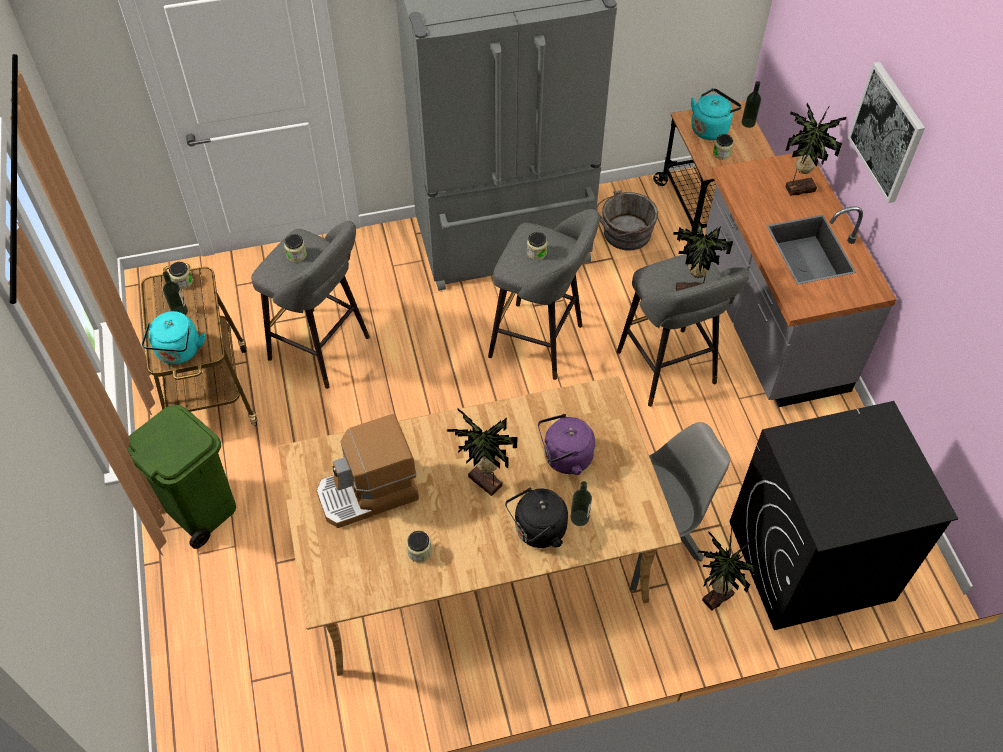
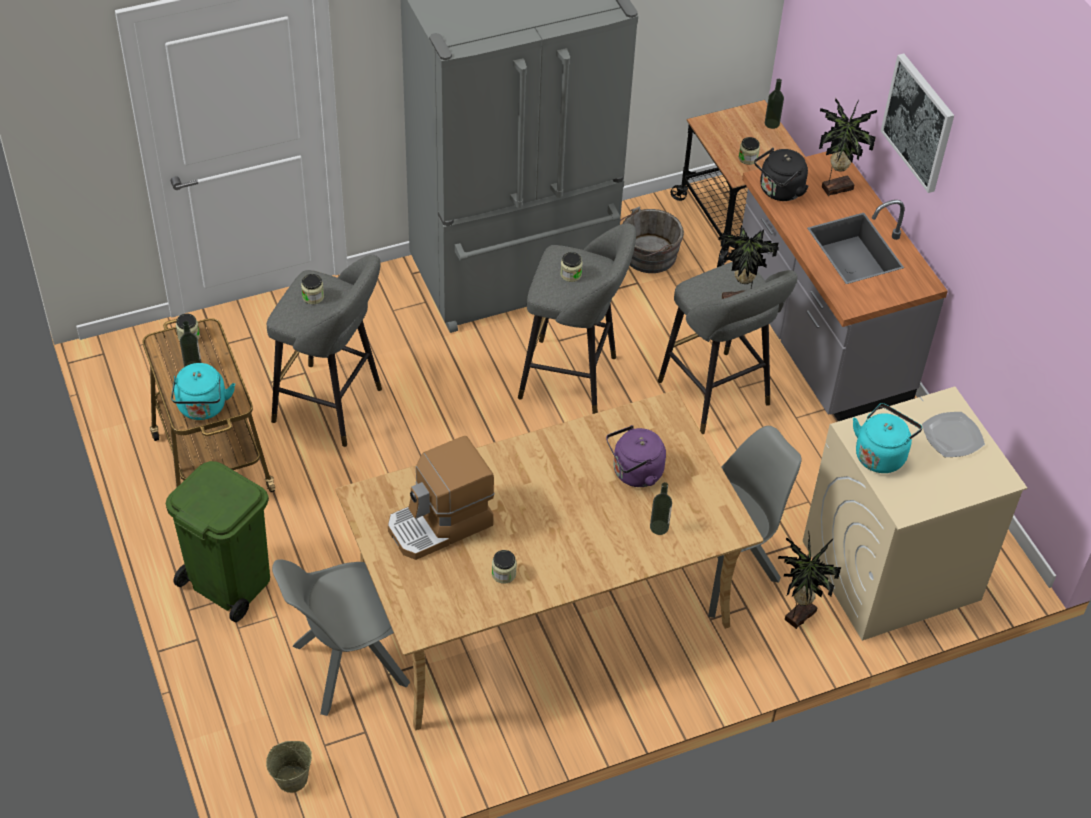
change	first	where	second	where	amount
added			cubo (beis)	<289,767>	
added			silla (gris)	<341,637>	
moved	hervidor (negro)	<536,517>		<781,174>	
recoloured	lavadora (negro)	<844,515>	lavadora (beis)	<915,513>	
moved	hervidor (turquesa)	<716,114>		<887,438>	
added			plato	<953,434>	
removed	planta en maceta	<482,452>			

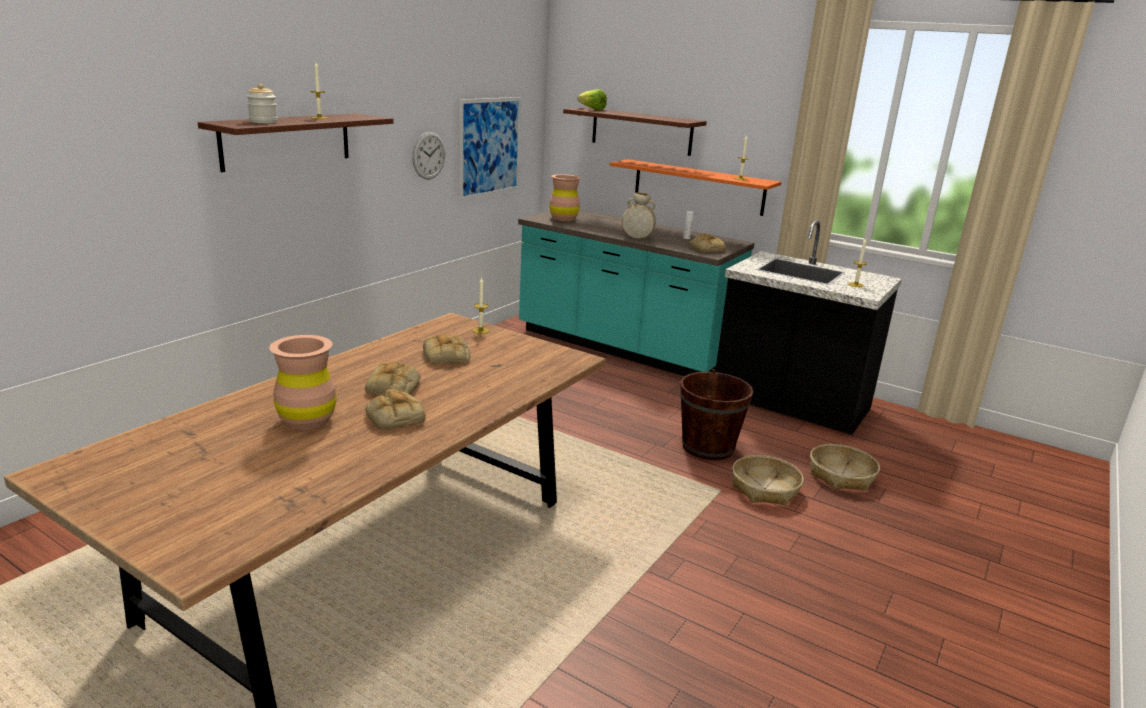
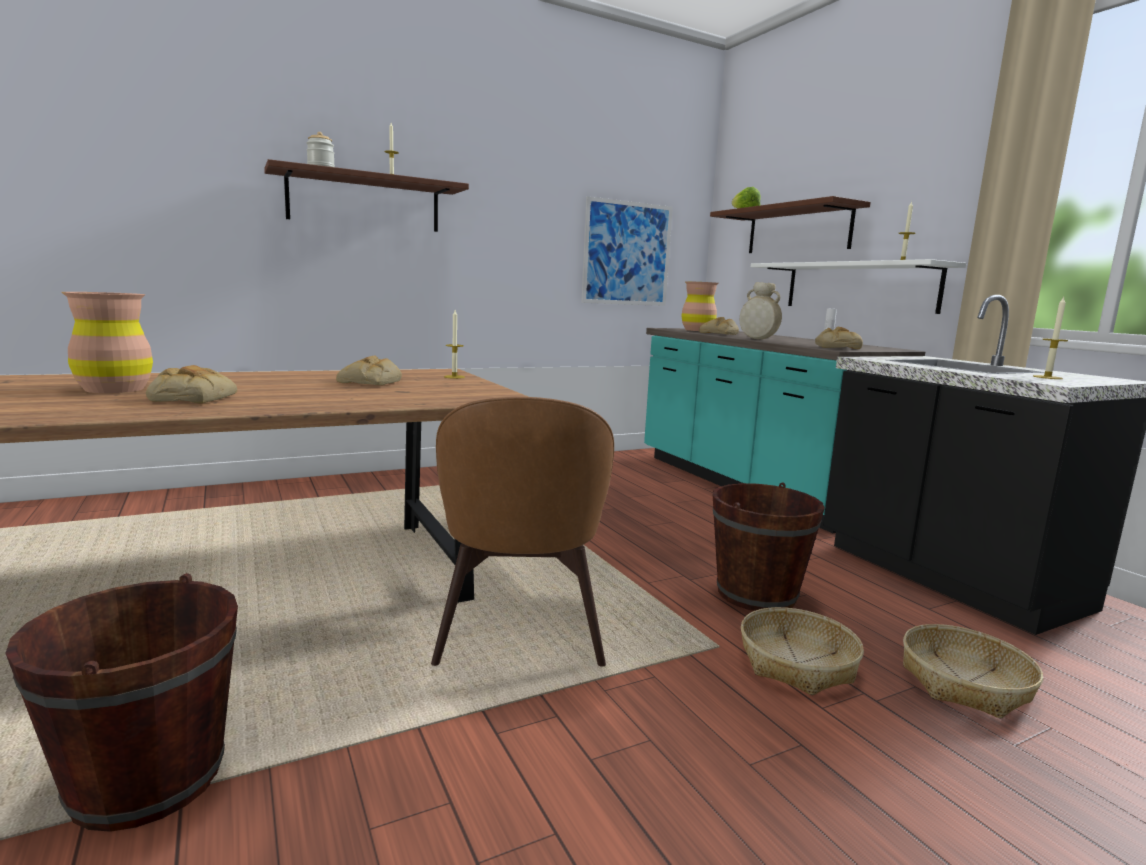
change	first	where	second	where	amount
added			cubo (marrón)	<121,702>	
added			silla (marrón)	<522,532>	
moved	pan	<392,378>		<719,326>	
recoloured	estante (naranja)	<695,187>	estante (blanco)	<858,286>	
removed	reloj de pared	<428,155>			

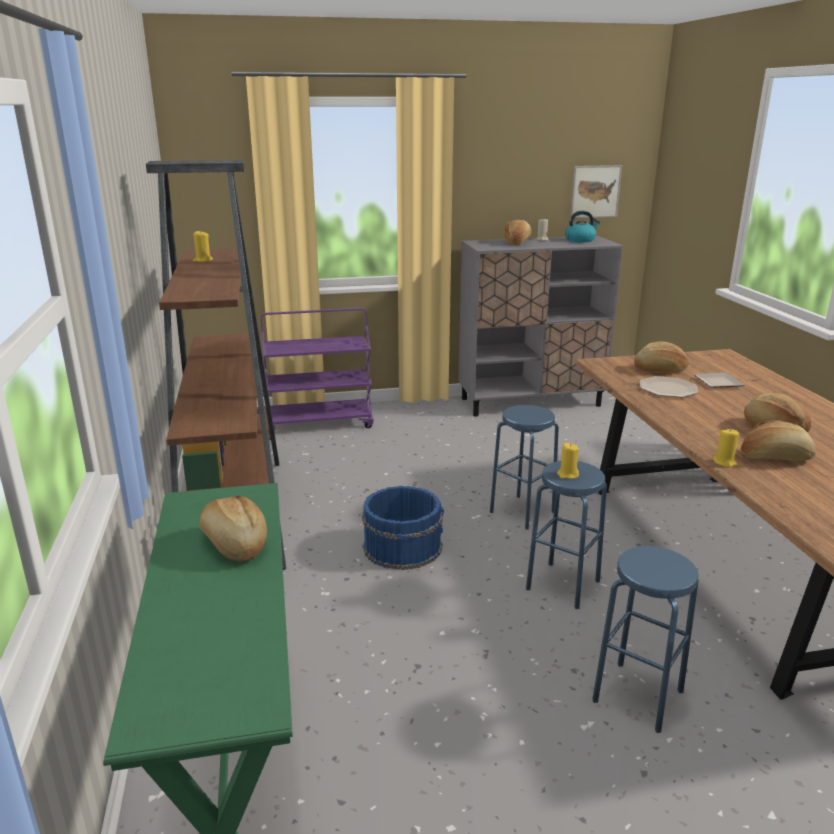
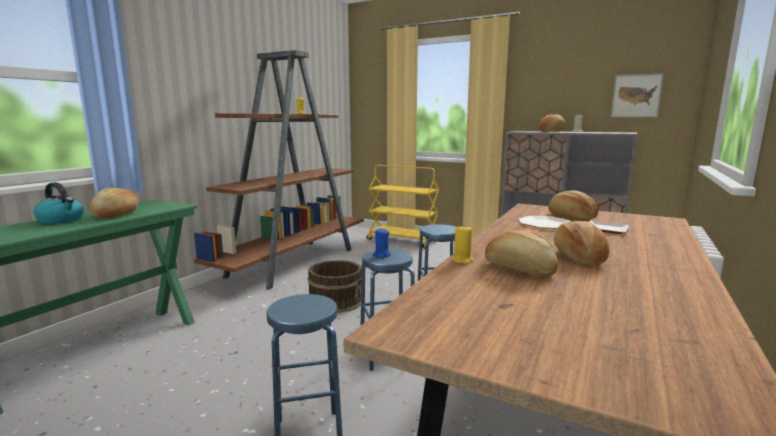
change	first	where	second	where	amount
moved	hervidor	<582,226>		<59,203>	
recoloured	cubo (azul)	<403,528>	cubo (marrón)	<334,286>	
recoloured	carrito (morado)	<317,370>	carrito (amarillo)	<403,206>	
recoloured	vela (amarillo)	<568,461>	vela (azul)	<382,243>	

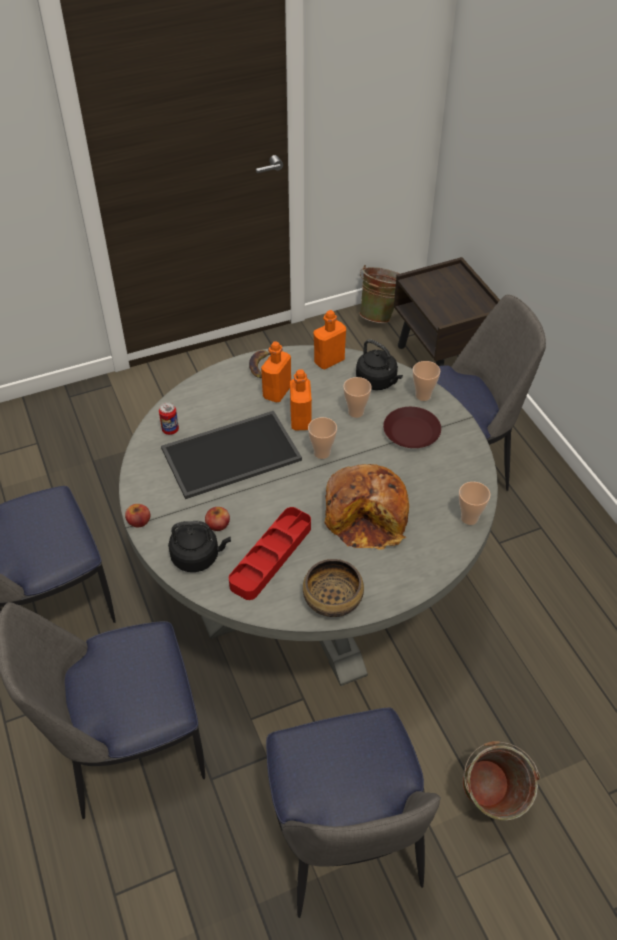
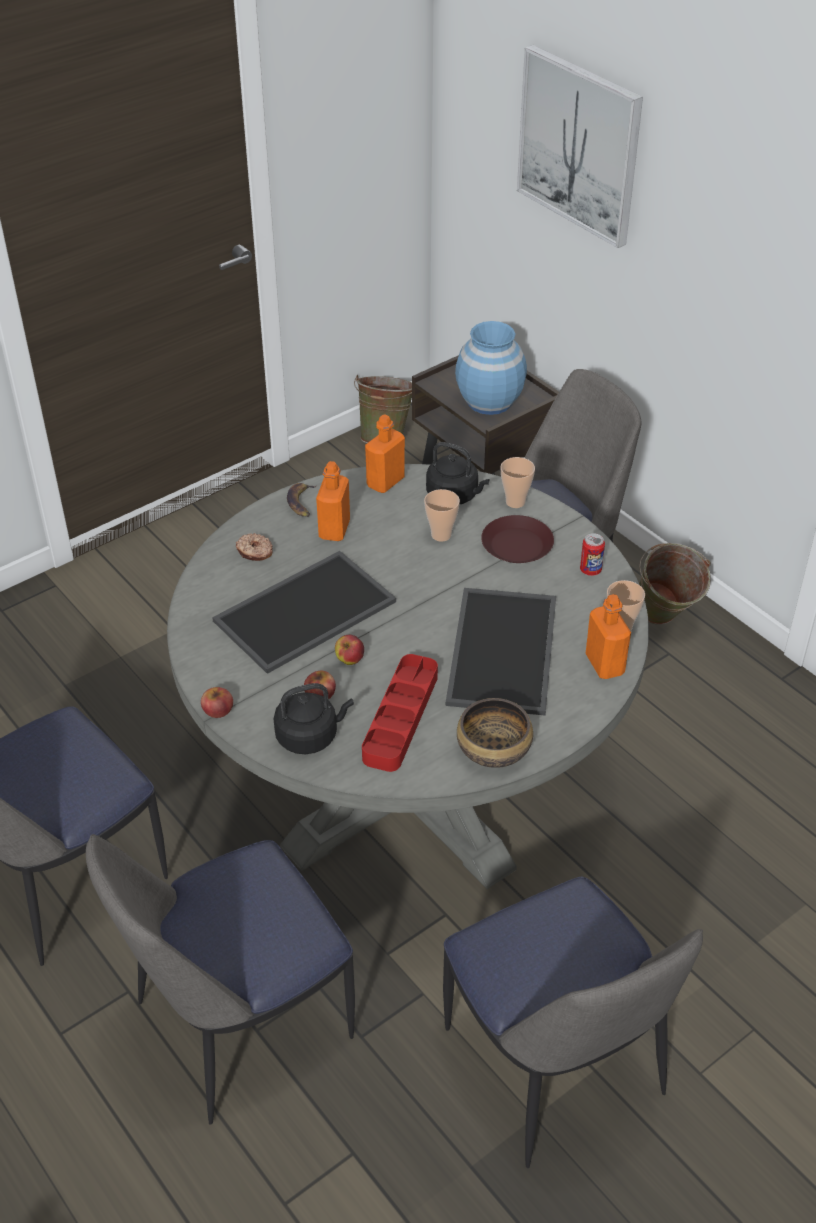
change	first	where	second	where	amount
added			rosquilla	<254,547>	
added			manzana	<349,650>	
replaced	pan	<366,507>	bandeja	<501,652>	
added			florero (azul)	<491,368>	
added			cuadro	<580,146>	
moved	lata	<169,418>		<592,554>	
moved	botella (naranja)	<301,400>		<608,636>	
moved	cubo (verde)	<501,781>		<675,584>	
removed	taza	<322,438>			

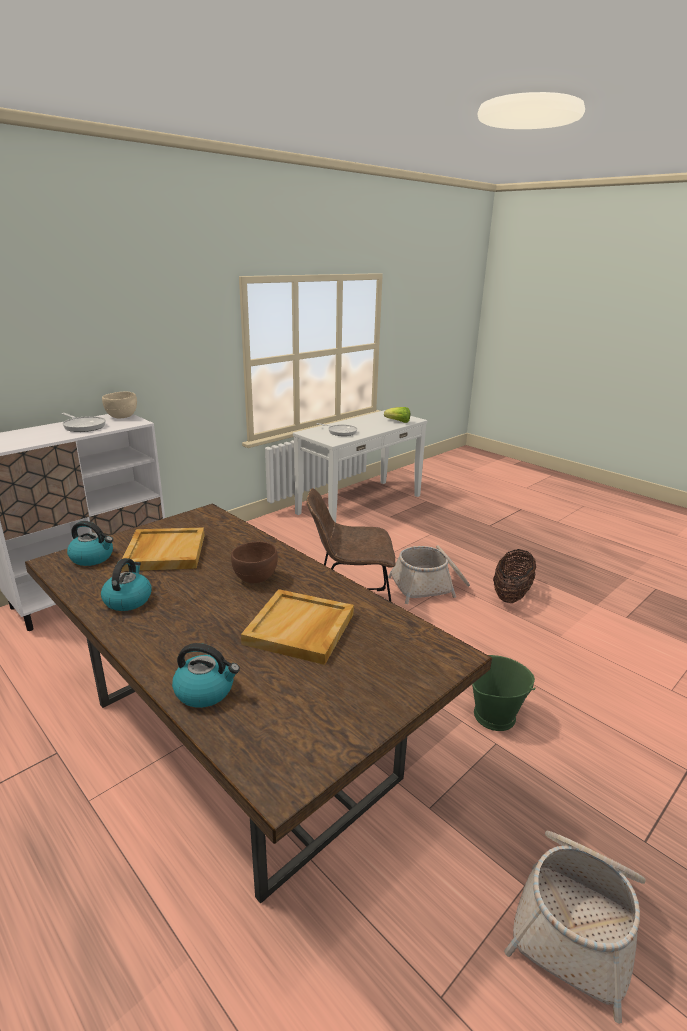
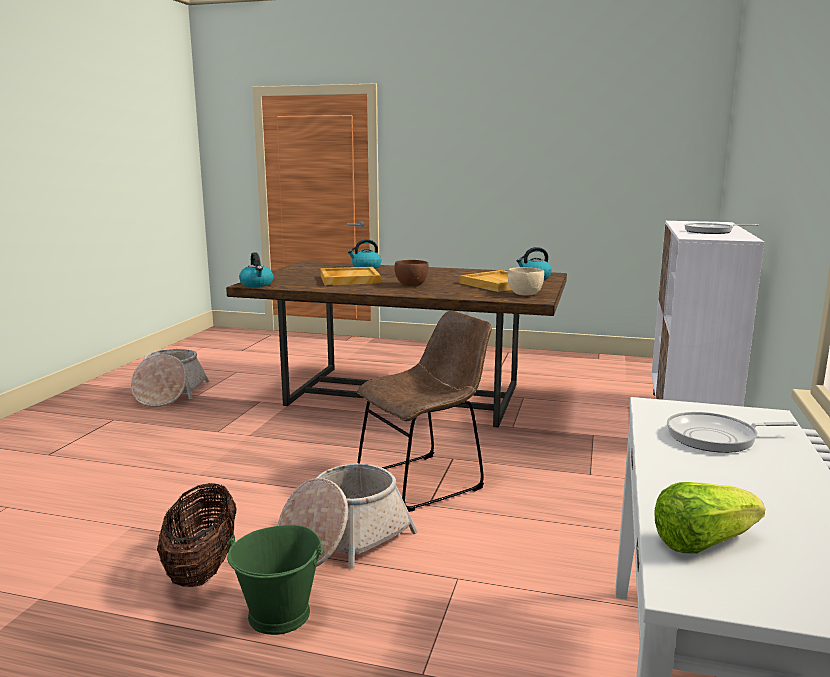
change	first	where	second	where	amount
moved	cubo (verde)	<503,693>		<275,580>	
moved	hervidor	<126,584>		<256,269>	
moved	cuenco (beis)	<119,405>		<526,281>	

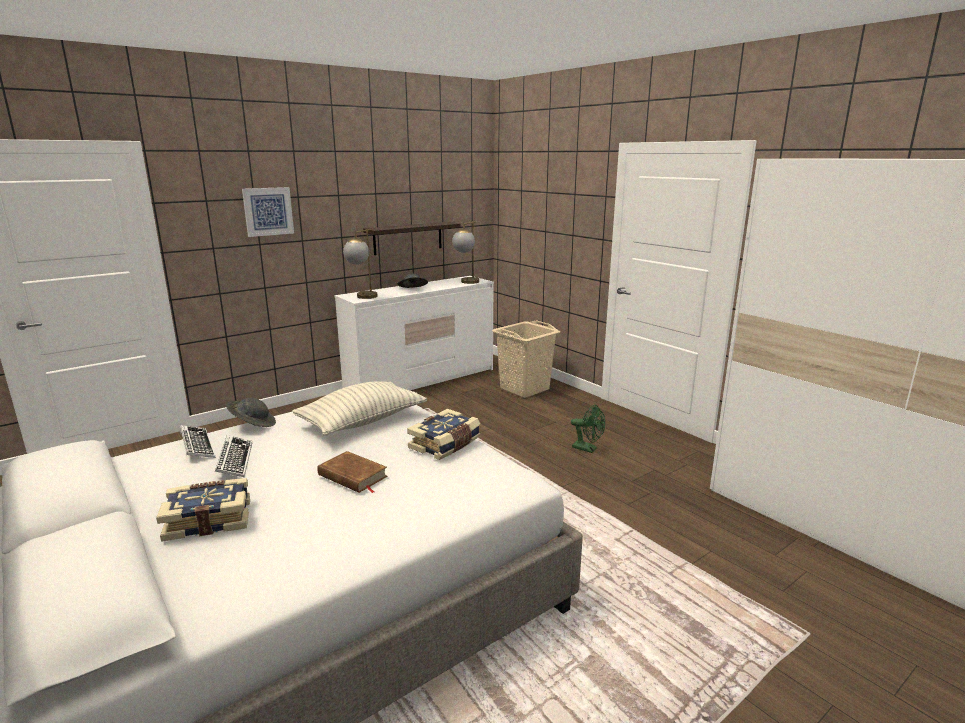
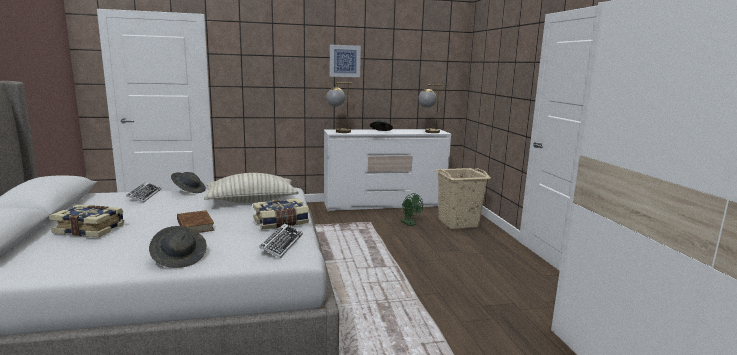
change	first	where	second	where	amount
added			sombrero (gris)	<178,247>	
moved	teclado	<233,456>		<281,240>	
moved	cuadro	<268,212>		<345,61>	
moved	ventilador (verde)	<588,429>		<412,209>	
removed	estante	<412,238>			

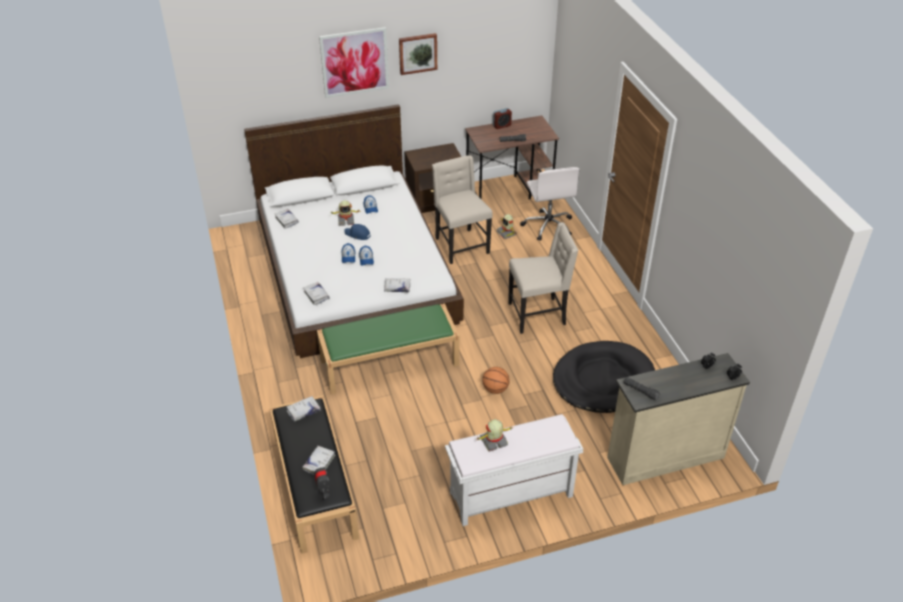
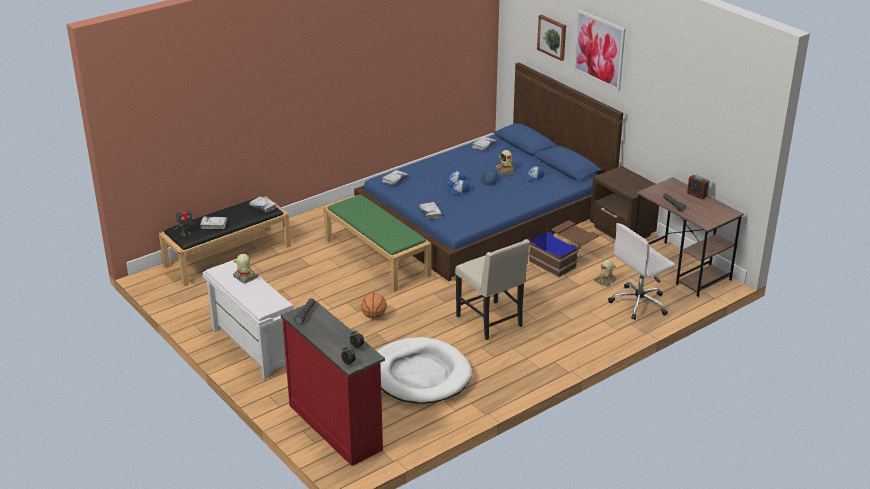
change	first	where	second	where	amount
recoloured	cómoda (beis)	<678,419>	cómoda (rojo)	<333,383>	
recoloured	cama (blanco)	<354,231>	cama (azul)	<488,171>	
recoloured	cama para perro (negro)	<604,377>	cama para perro (blanco)	<424,370>	
replaced	silla (beis)	<462,209>	caja de almacenaje (marrón)	<563,248>	
moved	cuadro	<418,54>		<551,38>	

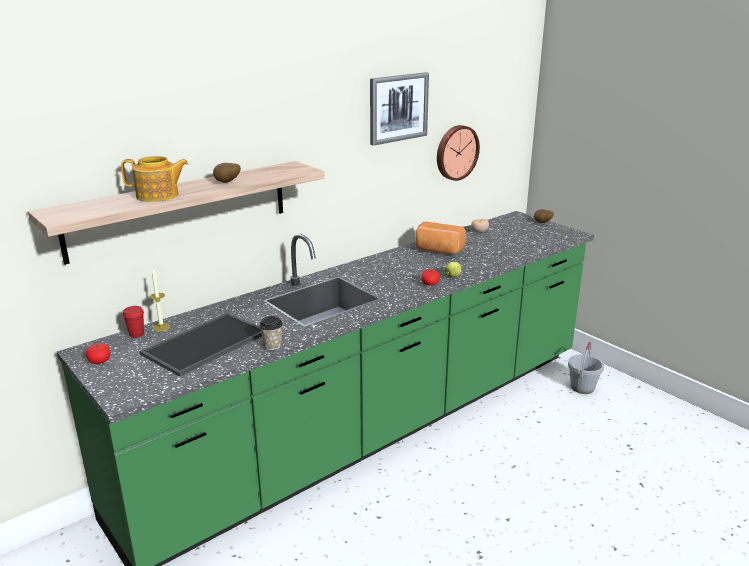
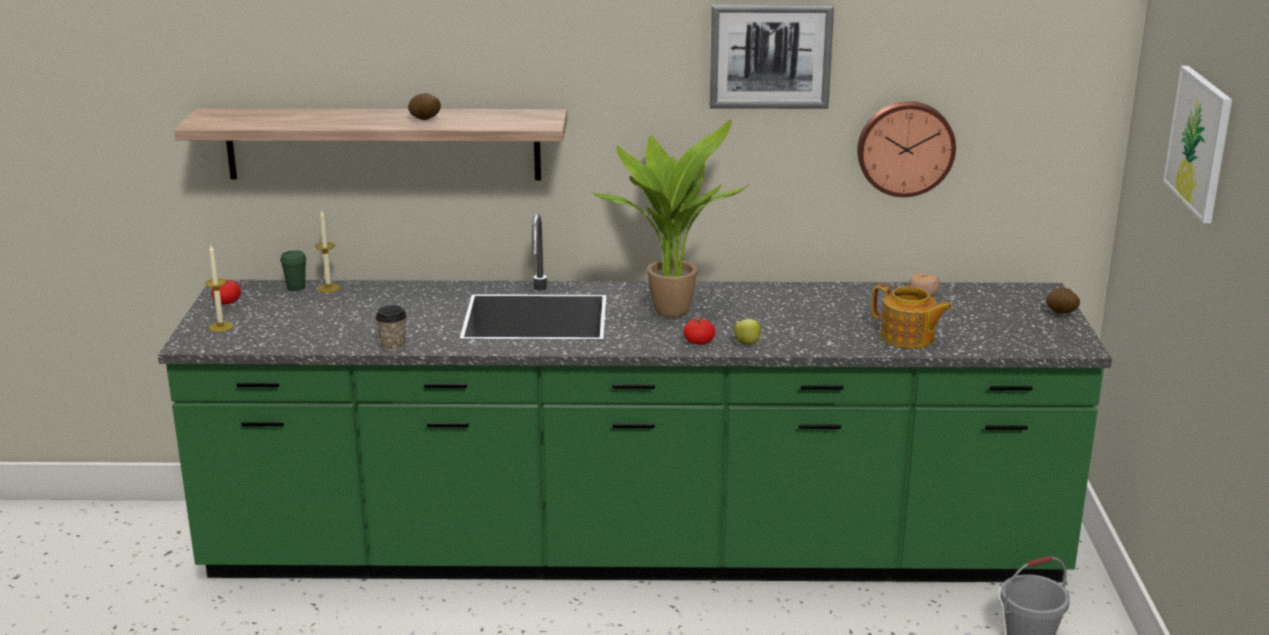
change	first	where	second	where	amount
added			vela	<219,288>	
recoloured	taza (rojo)	<133,322>	taza (verde)	<293,270>	
added			planta en maceta	<668,219>	
moved	tetera	<154,179>		<912,316>	
added			cuadro	<1197,144>	
removed	bandeja	<200,345>			
removed	pan	<440,238>			

